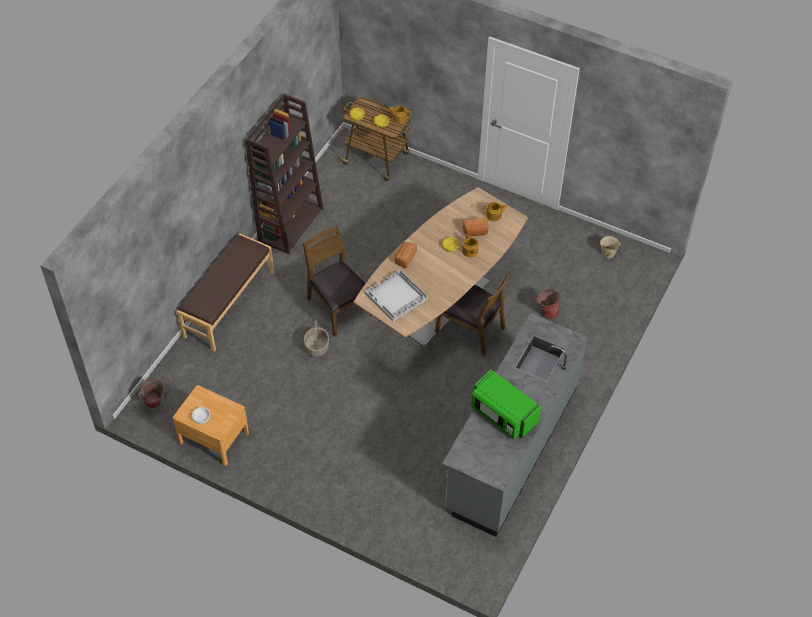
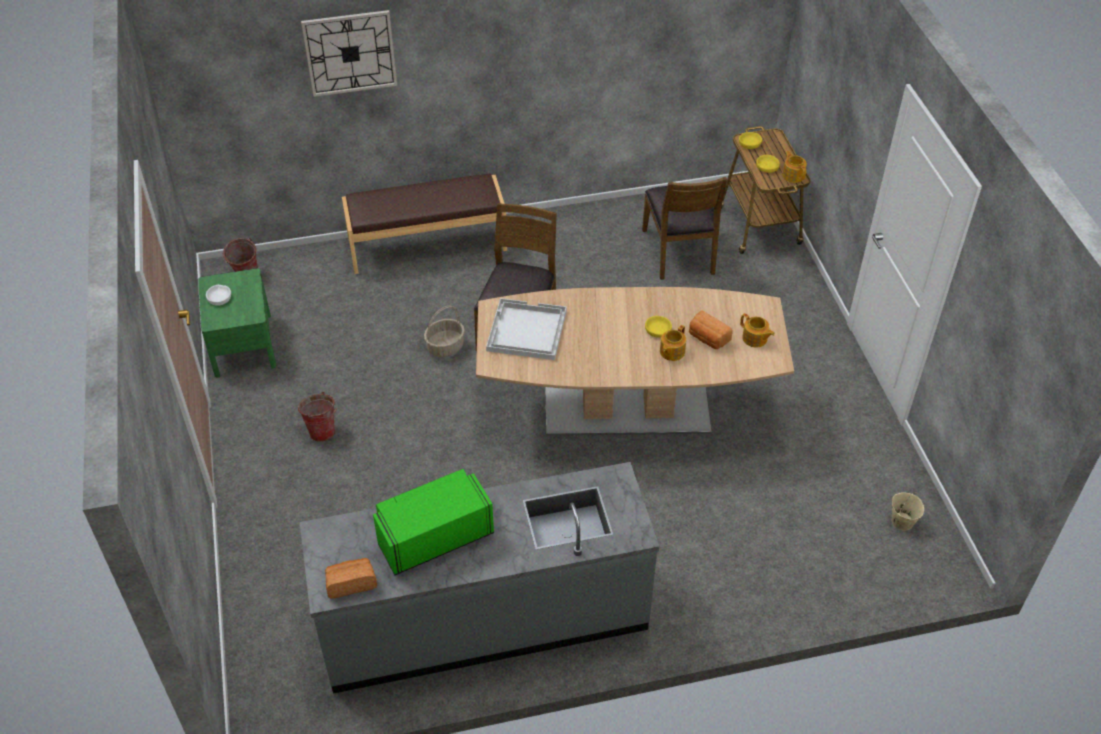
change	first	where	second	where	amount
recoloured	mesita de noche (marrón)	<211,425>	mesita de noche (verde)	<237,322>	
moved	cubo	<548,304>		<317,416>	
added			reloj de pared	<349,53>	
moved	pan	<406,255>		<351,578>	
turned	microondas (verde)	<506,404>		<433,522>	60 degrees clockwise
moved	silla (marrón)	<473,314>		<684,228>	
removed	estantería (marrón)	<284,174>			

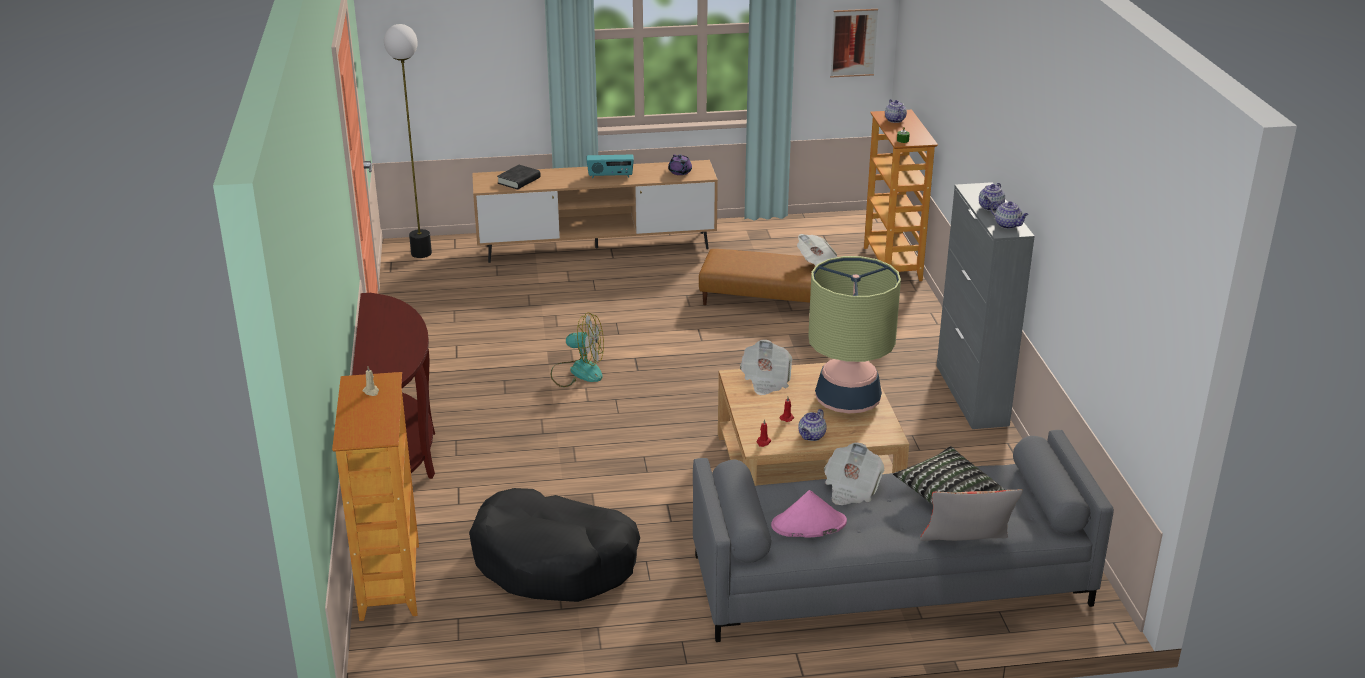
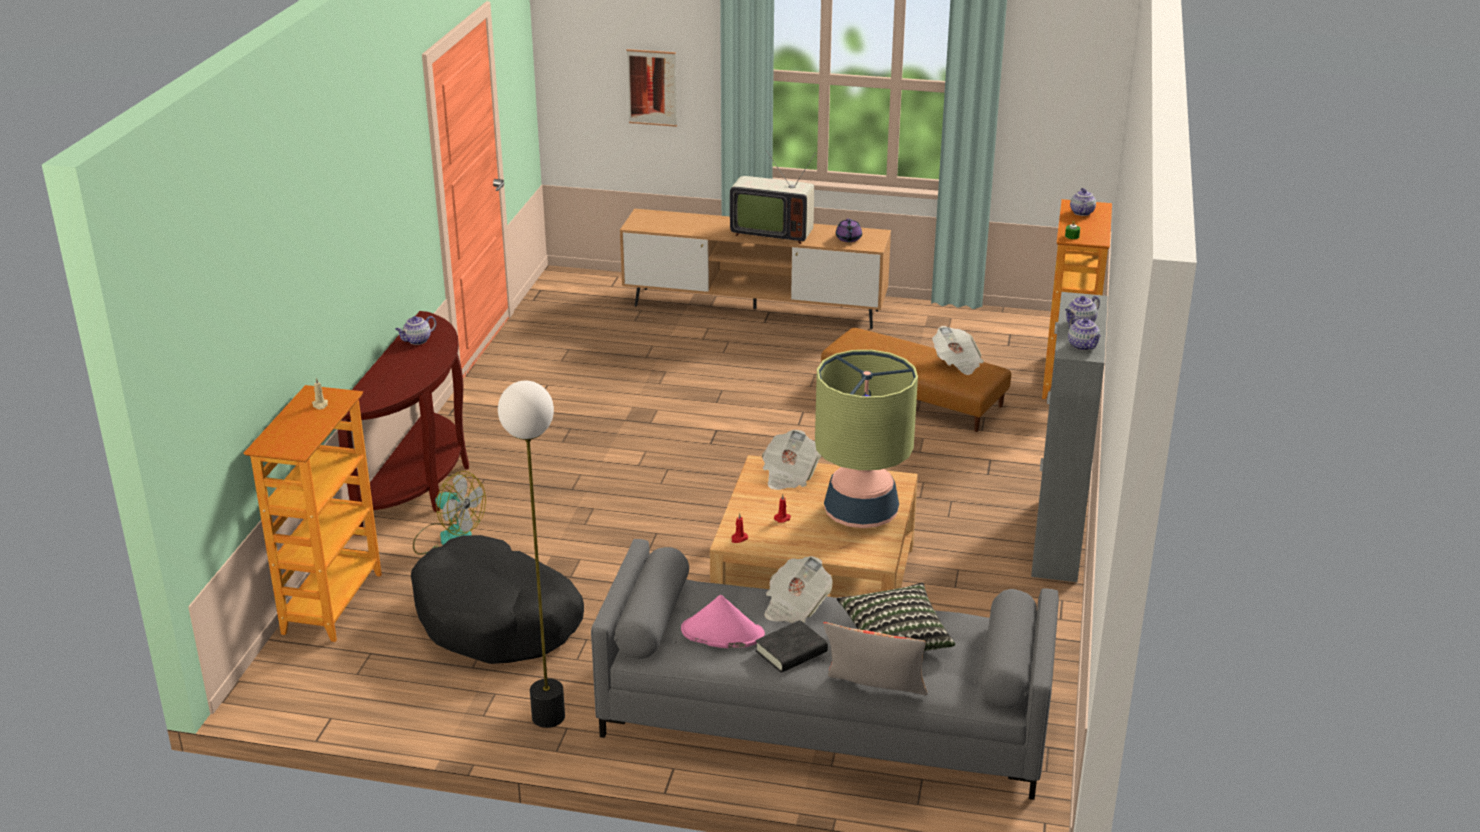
change	first	where	second	where	amount
moved	tetera	<812,425>		<416,330>	
moved	ventilador	<577,349>		<449,513>	
moved	lámpara de pie	<408,141>		<531,554>	
moved	cuadro	<854,43>		<652,88>	
replaced	radio	<610,166>	televisor	<773,197>	
moved	libro (negro)	<519,177>		<791,646>	

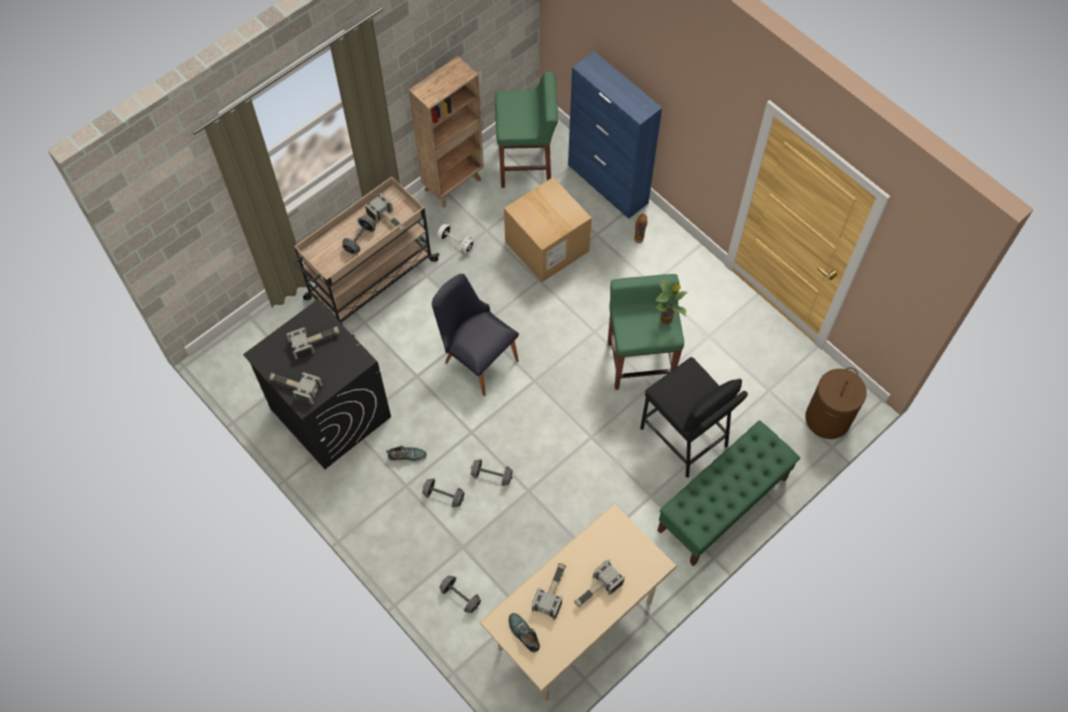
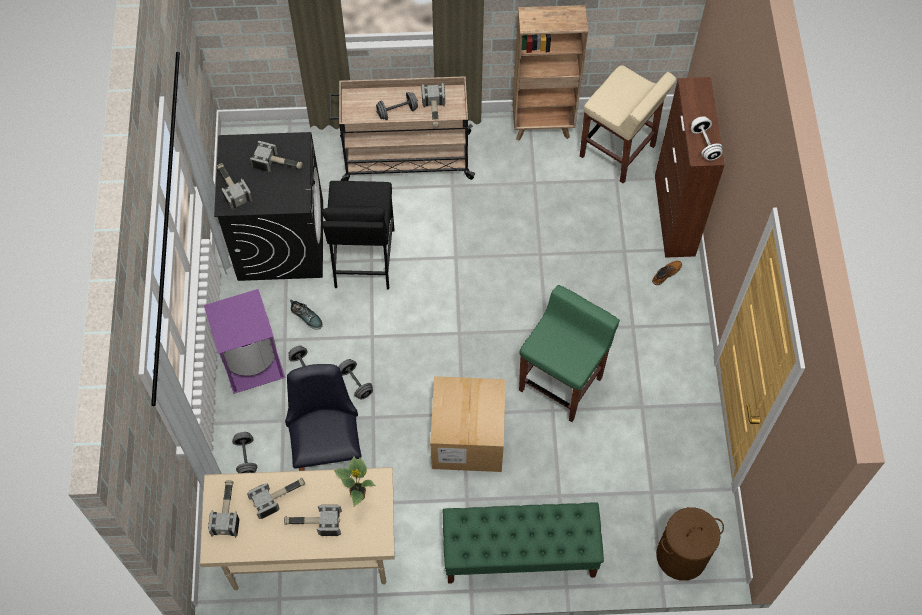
change	first	where	second	where	amount
added			papelera (morado)	<244,341>	
replaced	zapato	<524,633>	martillo	<224,509>	
moved	silla (negro)	<475,335>		<323,417>	
moved	taburete (negro)	<694,417>		<358,235>	
moved	planta en maceta	<671,302>		<354,481>	
moved	caja de cartón	<548,230>		<468,424>	
recoloured	taburete (verde)	<526,130>	taburete (beis)	<628,124>	
recoloured	armario (azul)	<615,135>	armario (marrón)	<690,167>	
moved	mancuerna (blanco)	<455,238>		<707,138>	

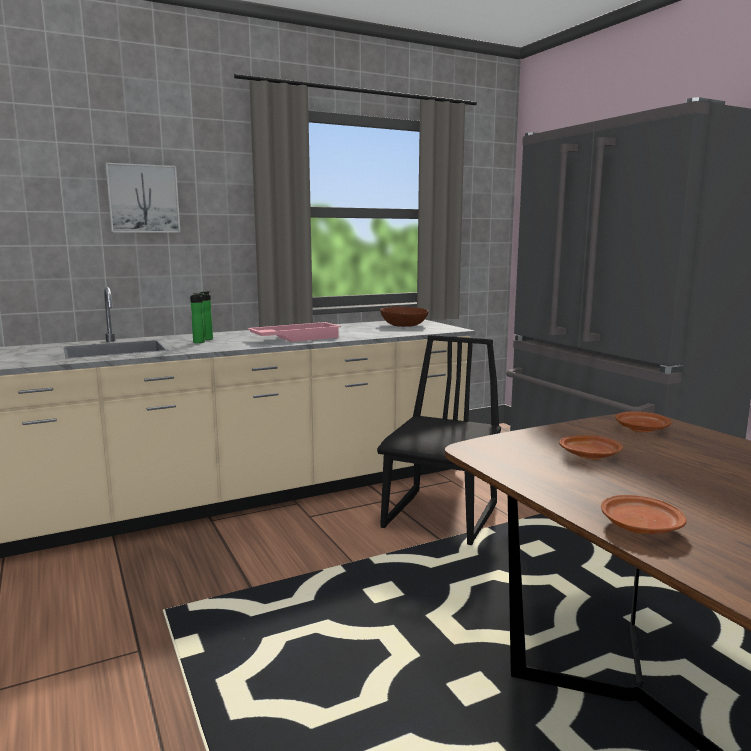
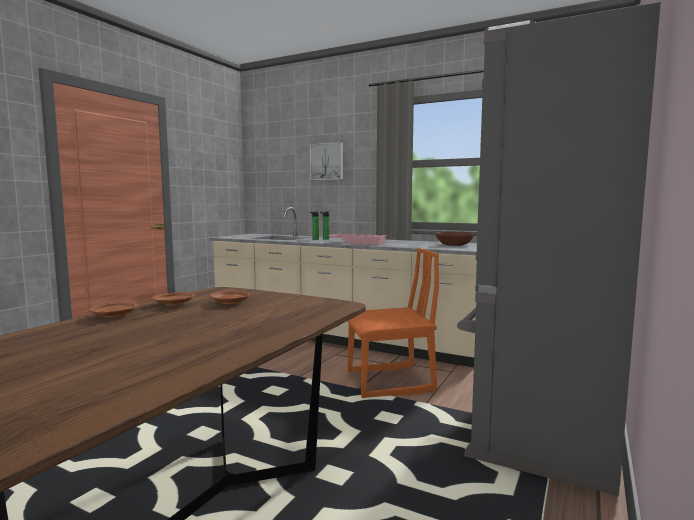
change	first	where	second	where	amount
moved	plato (marrón)	<643,421>		<173,299>	
recoloured	silla (negro)	<439,440>	silla (naranja)	<393,323>	

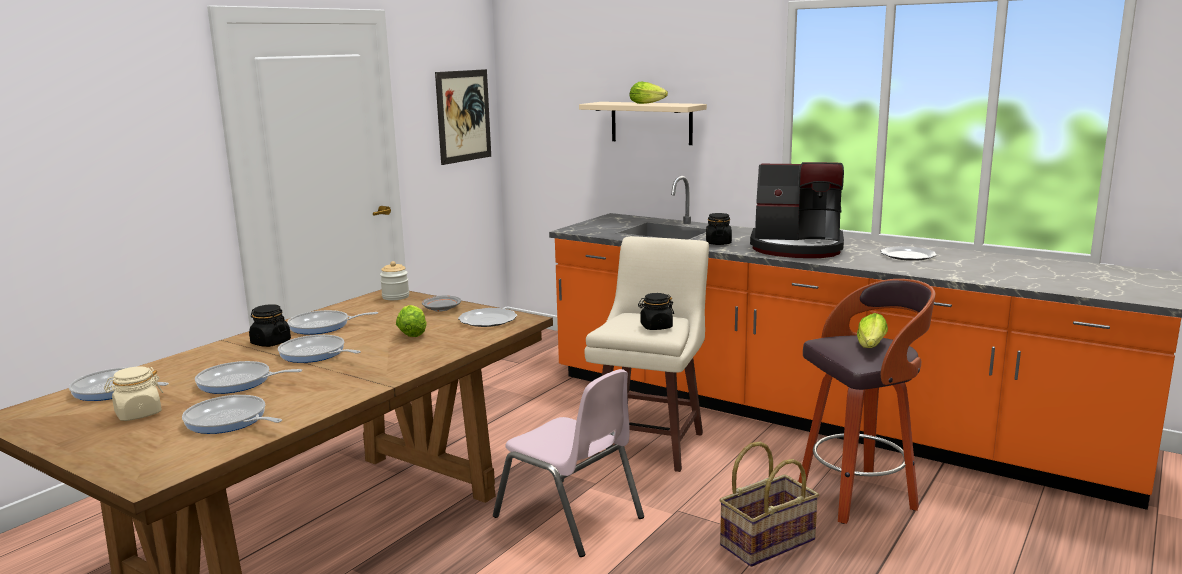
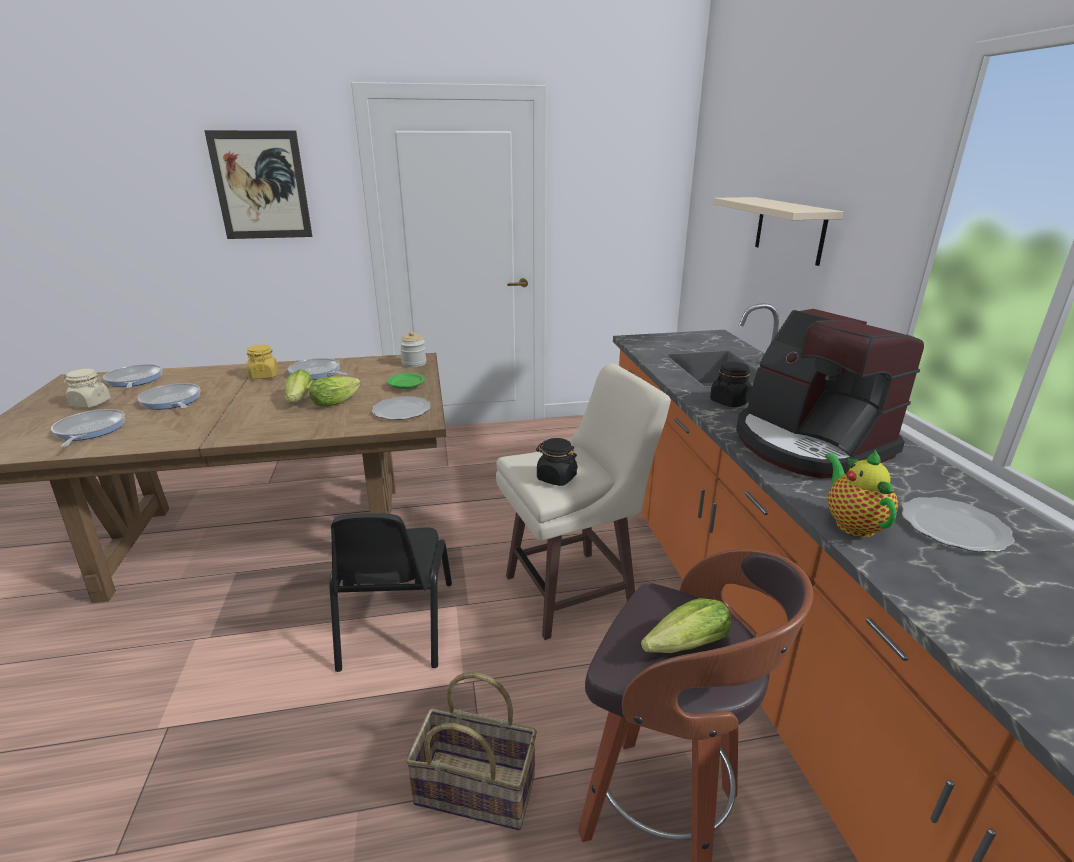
change	first	where	second	where	amount
moved	cuadro	<463,117>		<258,184>	
recoloured	tarro (negro)	<270,325>	tarro (amarillo)	<262,361>	
moved	lechuga	<648,93>		<299,386>	
recoloured	silla (rosa)	<568,463>	silla (negro)	<390,592>	
recoloured	plato (gris)	<441,304>	plato (verde)	<406,381>	
added			tetera	<861,493>	
removed	sartén	<319,349>			

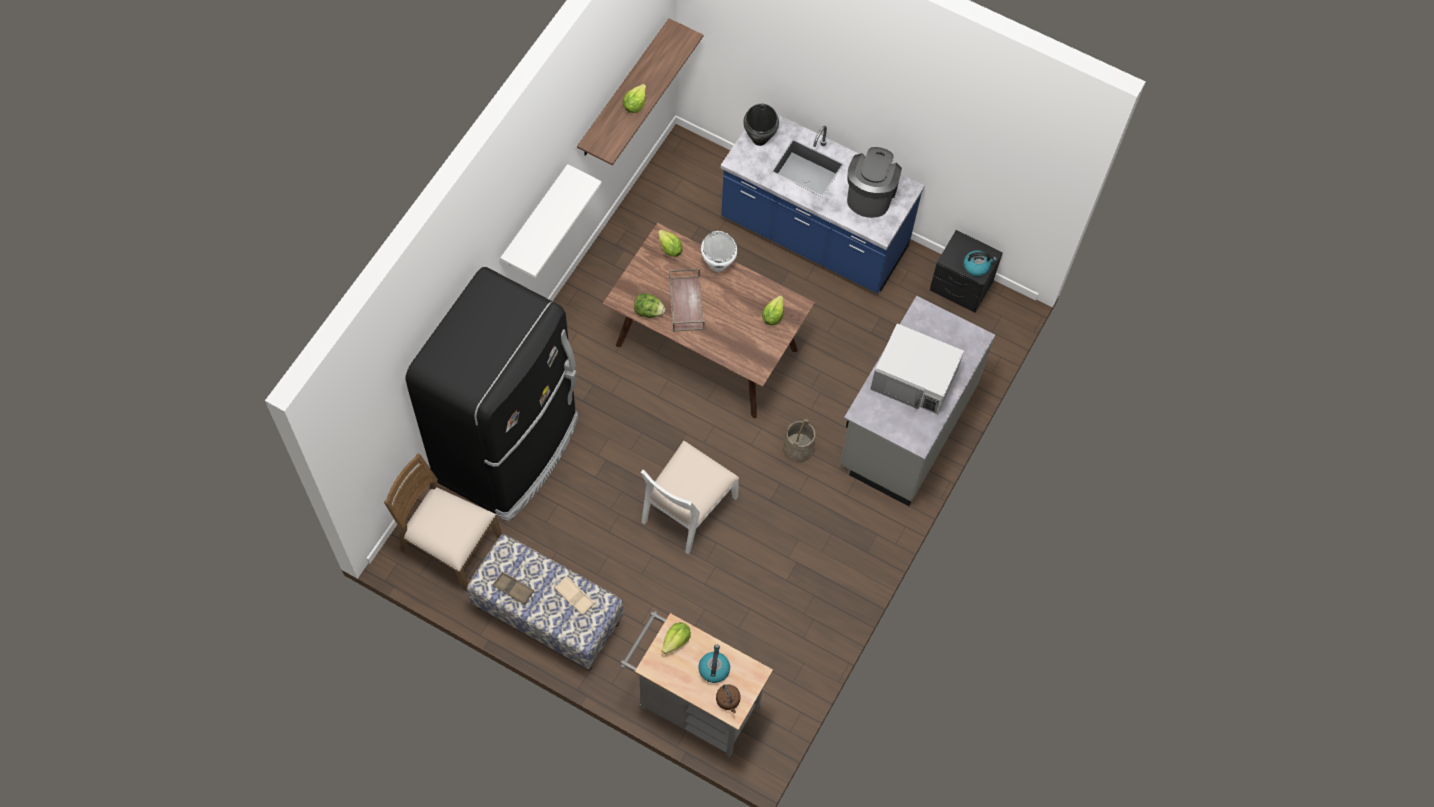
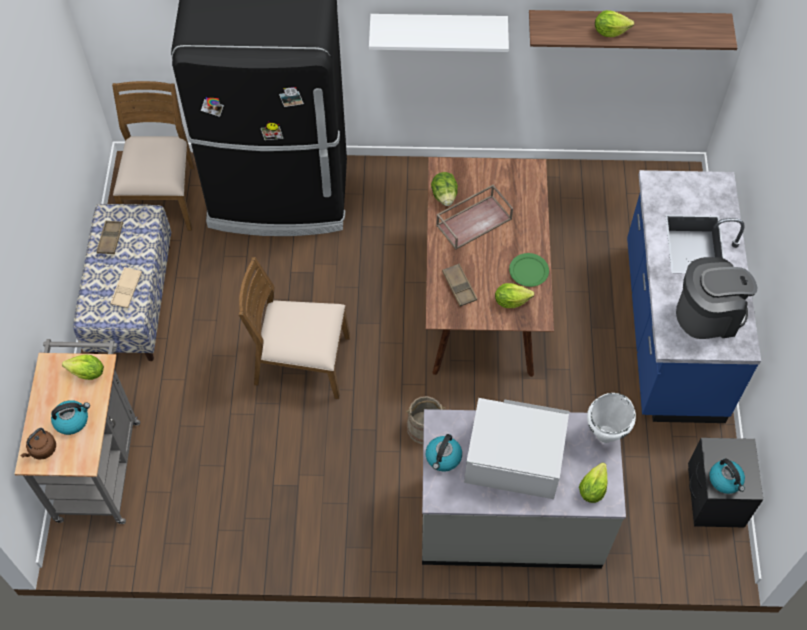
change	first	where	second	where	amount
recoloured	silla (blanco)	<690,497>	silla (marrón)	<294,328>	
added			hervidor	<444,452>	
added			bandeja (marrón)	<459,285>	
turned	microondas (blanco)	<917,369>		<516,448>	105 degrees clockwise
added			plato (verde)	<529,270>	
moved	lechuga	<670,243>		<593,482>	
moved	olla (blanco)	<719,251>		<611,418>	
removed	olla (negro)	<761,125>			

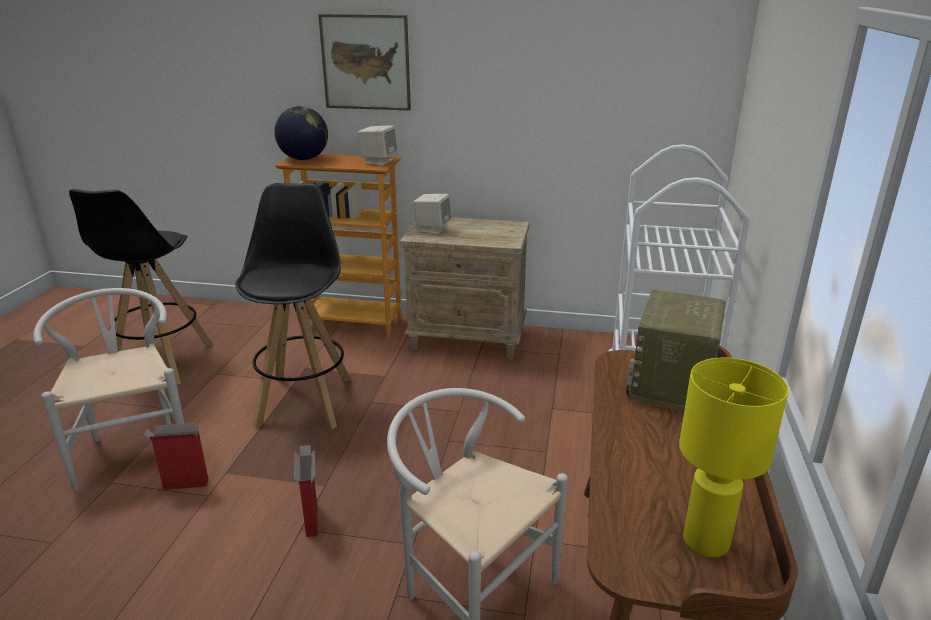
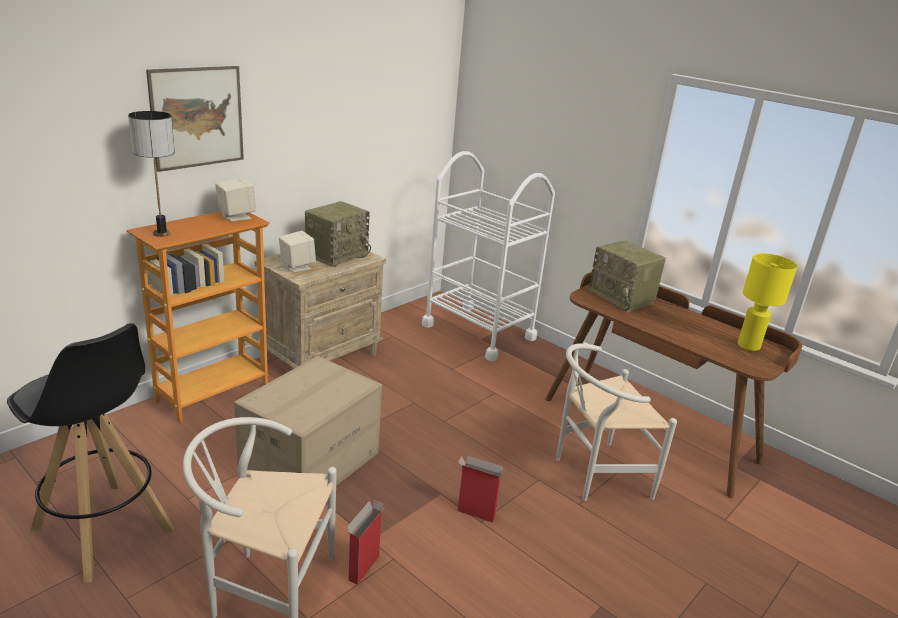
change	first	where	second	where	amount
replaced	globo terráqueo	<301,133>	lámpara de mesa	<151,174>	
replaced	taburete (negro)	<293,306>	caja de cartón	<308,421>	
added			radio	<338,234>	

